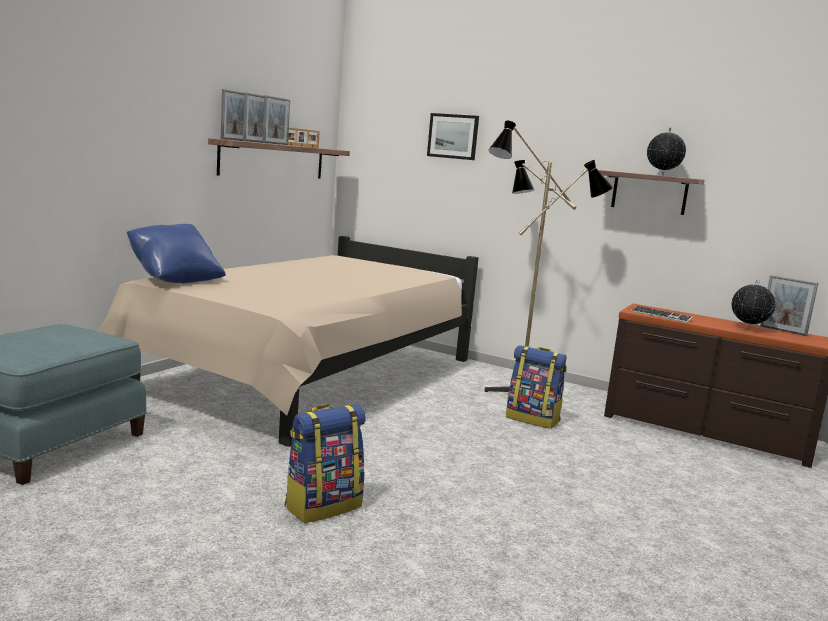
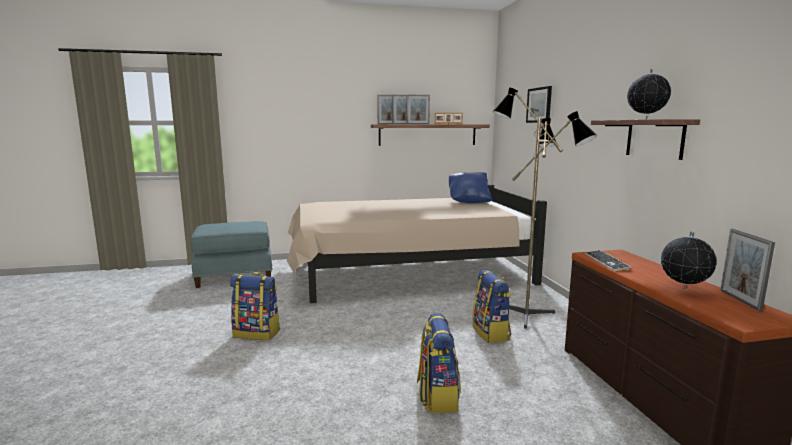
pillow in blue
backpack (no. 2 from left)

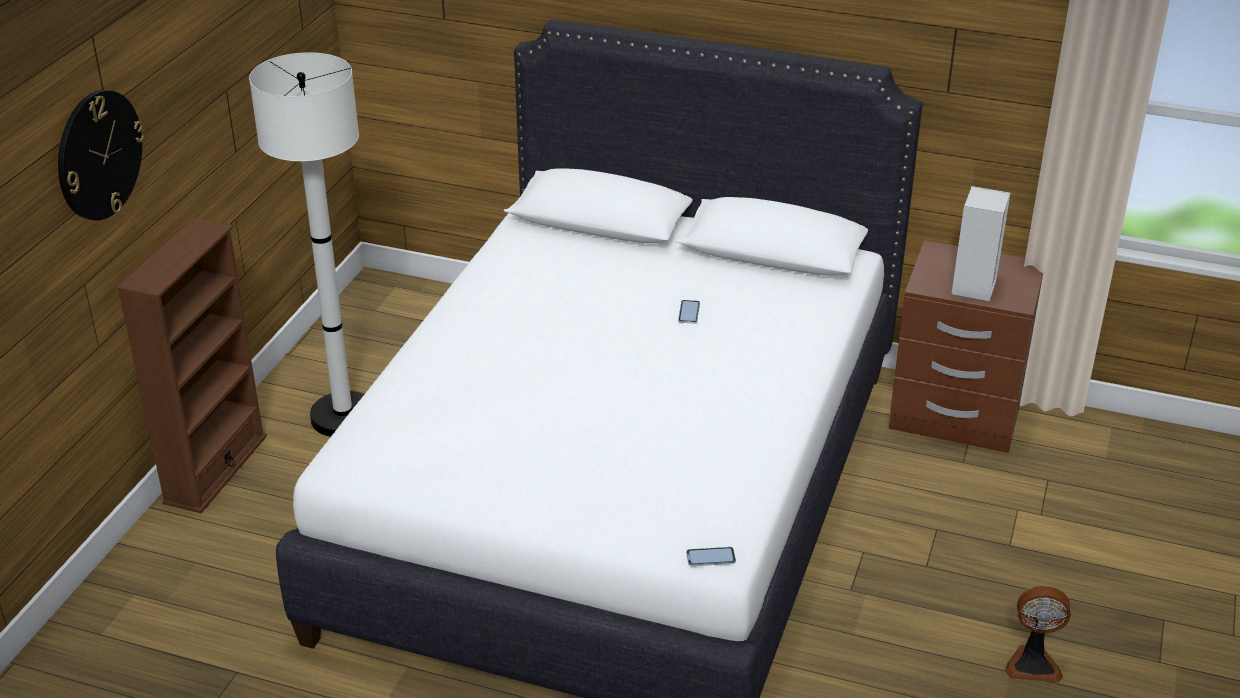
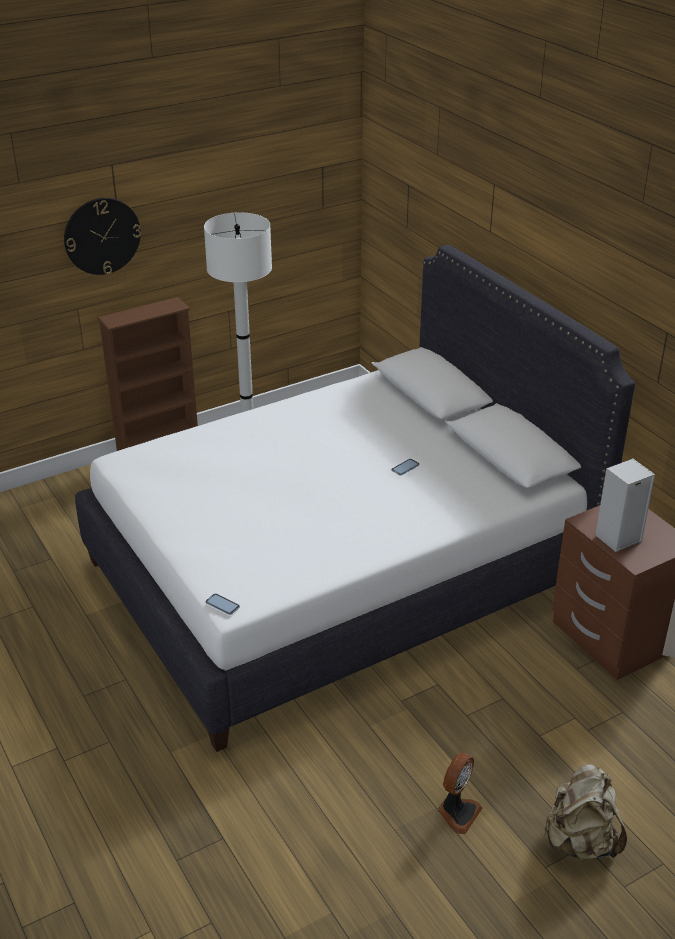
fan
backpack in beige

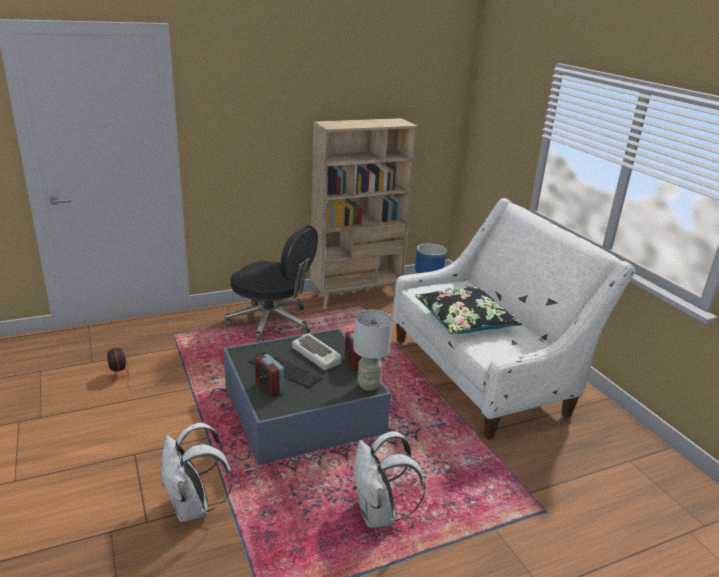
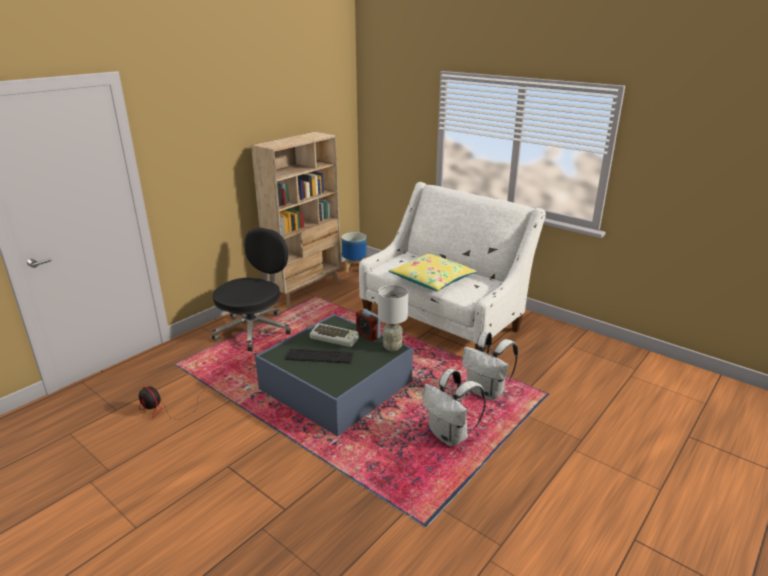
office chair in black
pillow in yellow
alarm clock (no. 1 from left in the first image)
backpack in white (no. 2 from left)

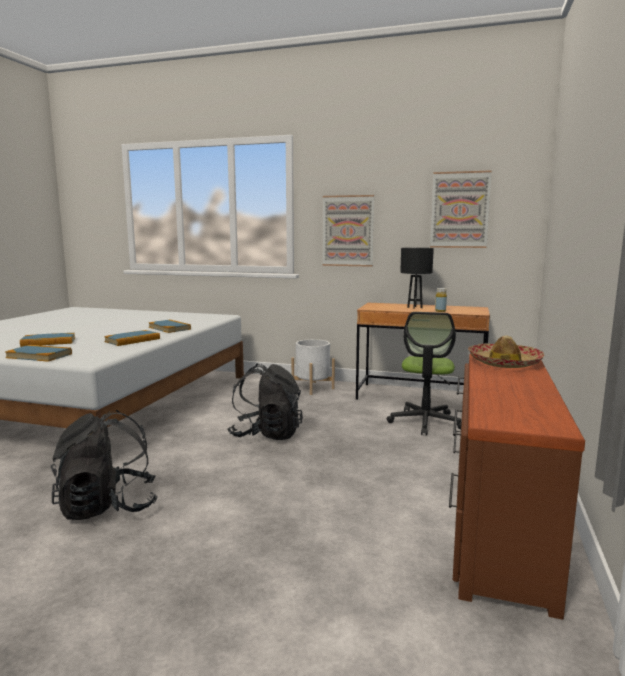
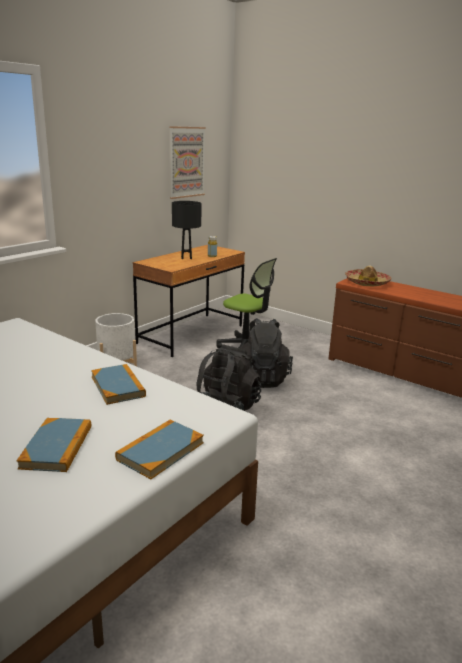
picture (no. 1 from left in the first image)
book (no. 4 from left in the first image)
backpack in black (no. 2 from left)

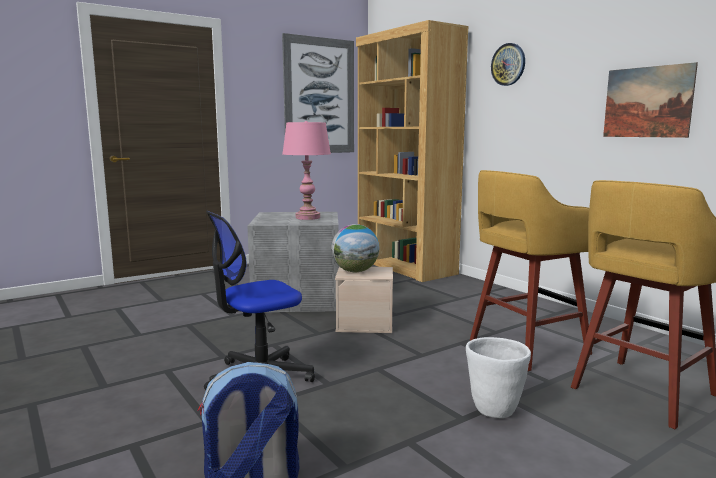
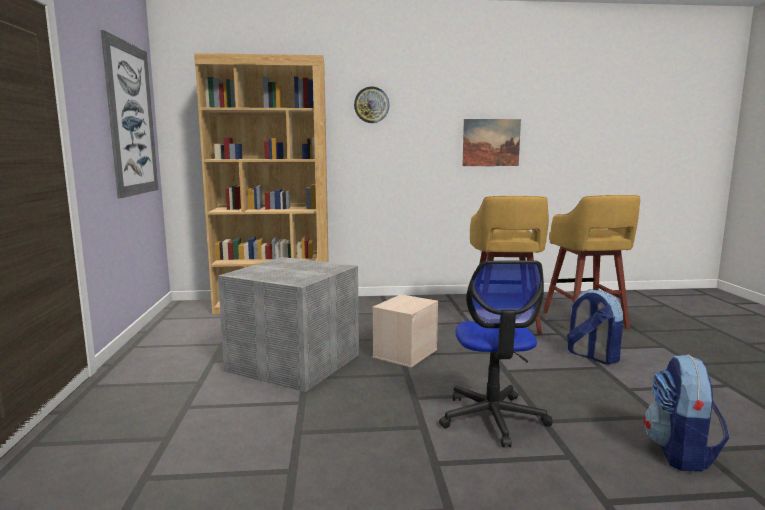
table lamp in pink
globe
backpack (no. 1 from left)

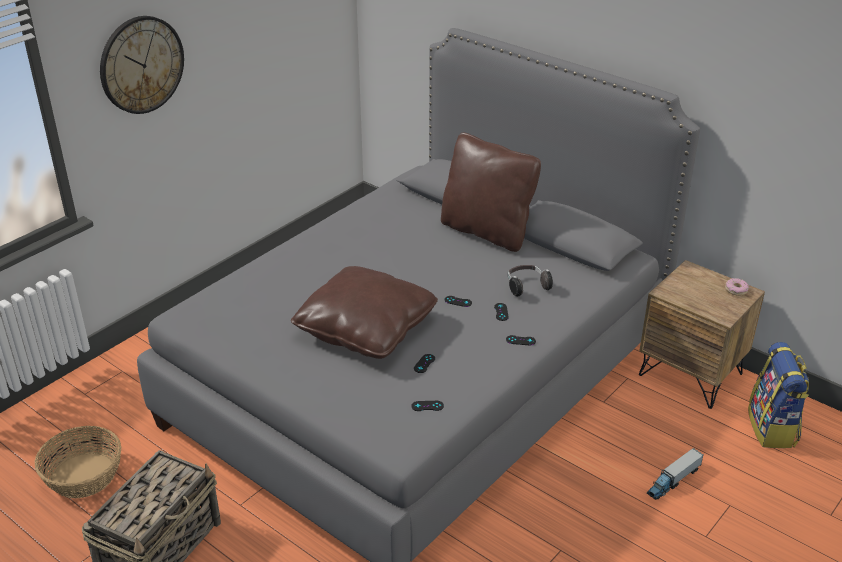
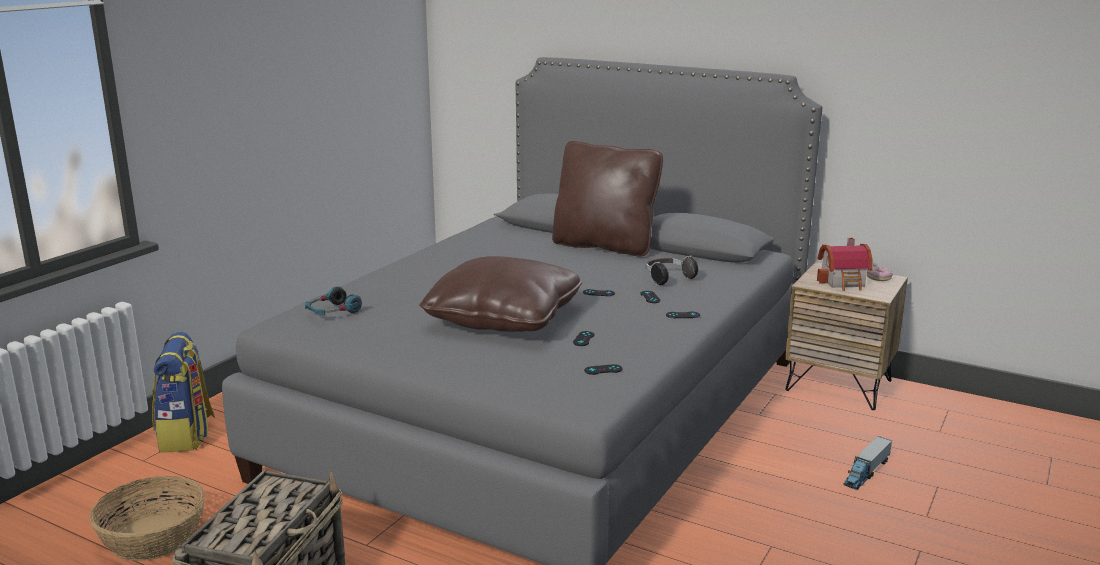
wall clock
backpack
toy house
headphones (no. 1 from left)

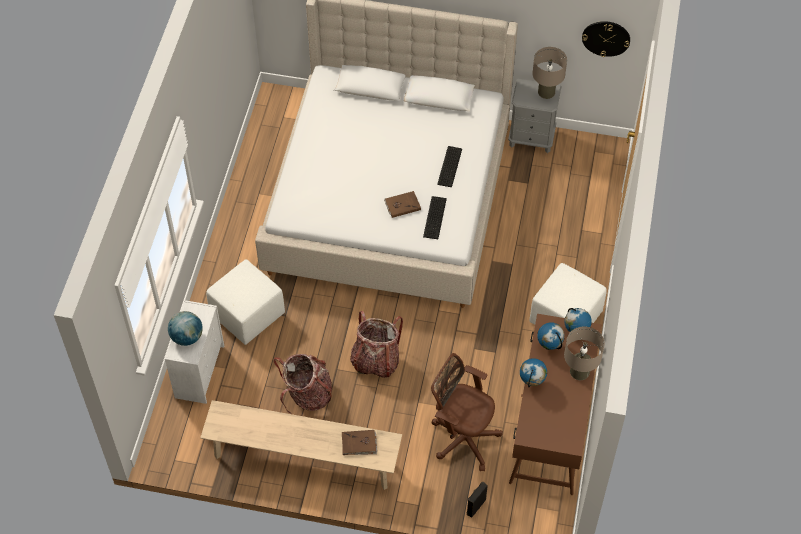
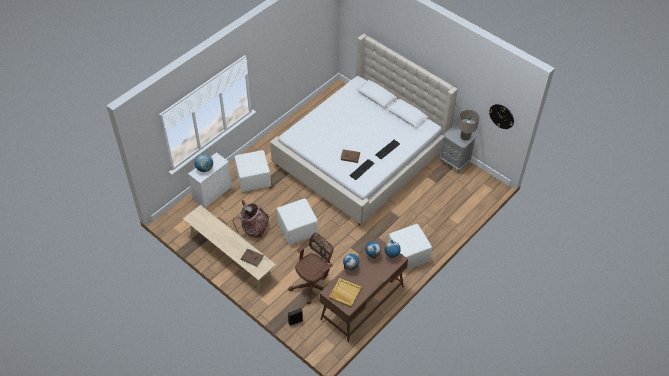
ottoman in white (no. 2 from left)
table lamp in beige (no. 2 from left in the first image)
office chair in brown
tray in beige

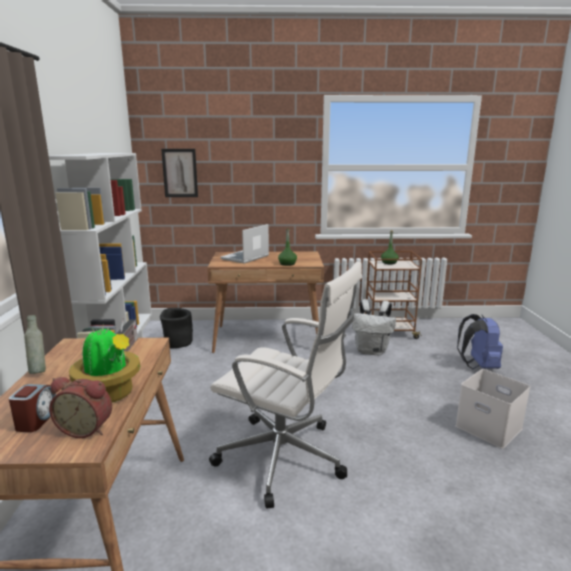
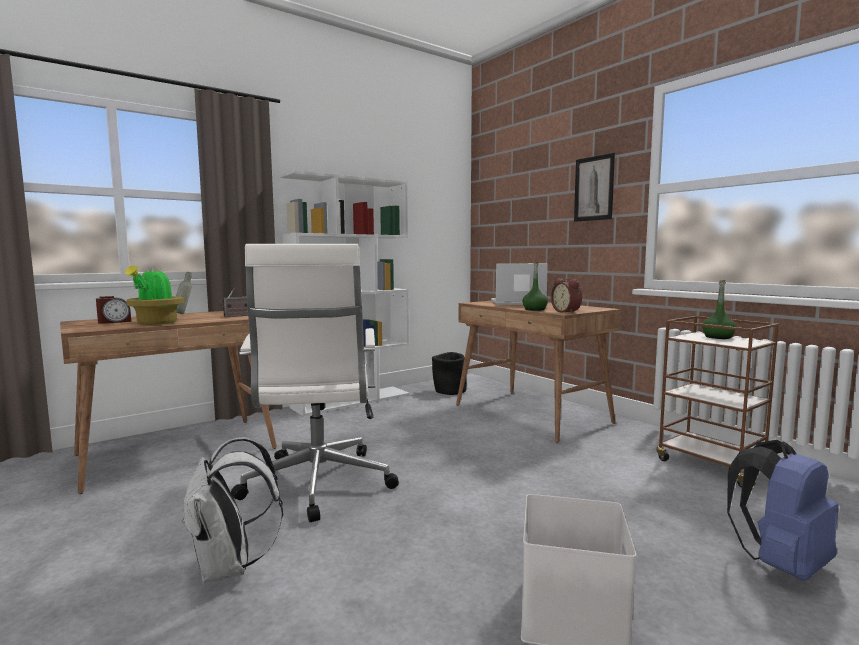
picture
backpack in white
alarm clock (no. 2 from left)

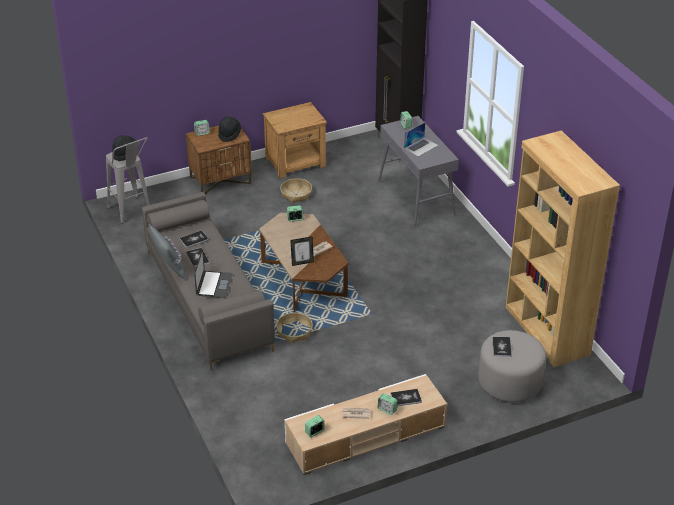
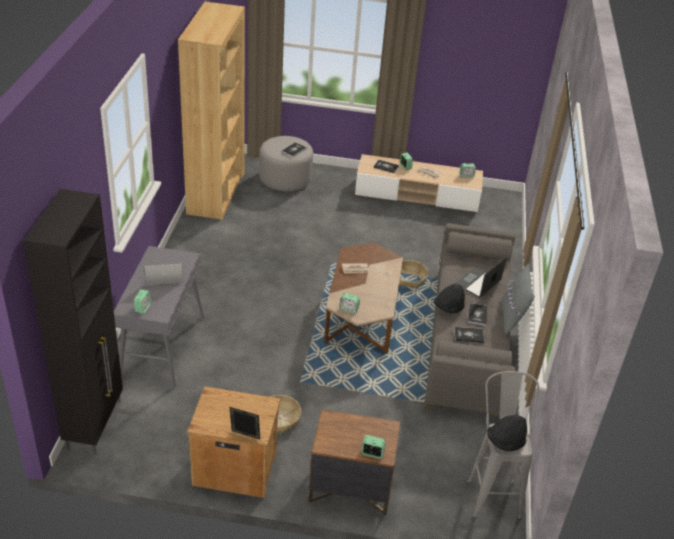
hat in black (no. 1 from left)
picture frame

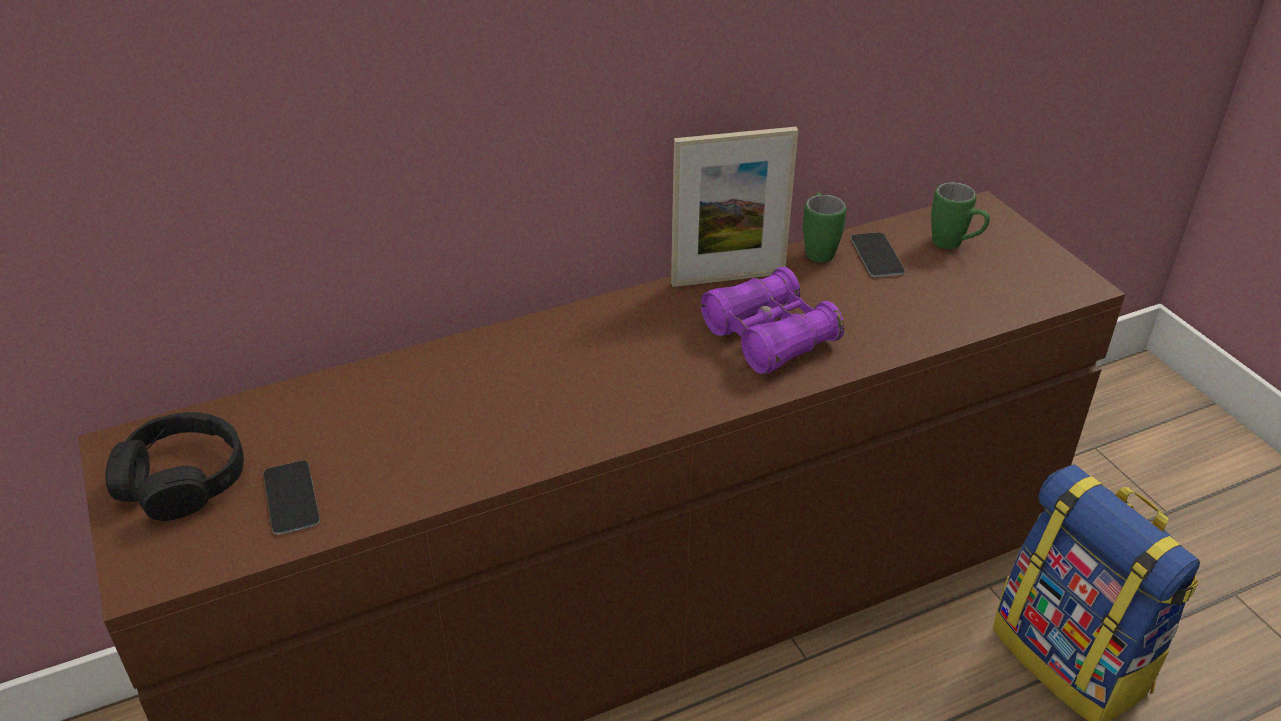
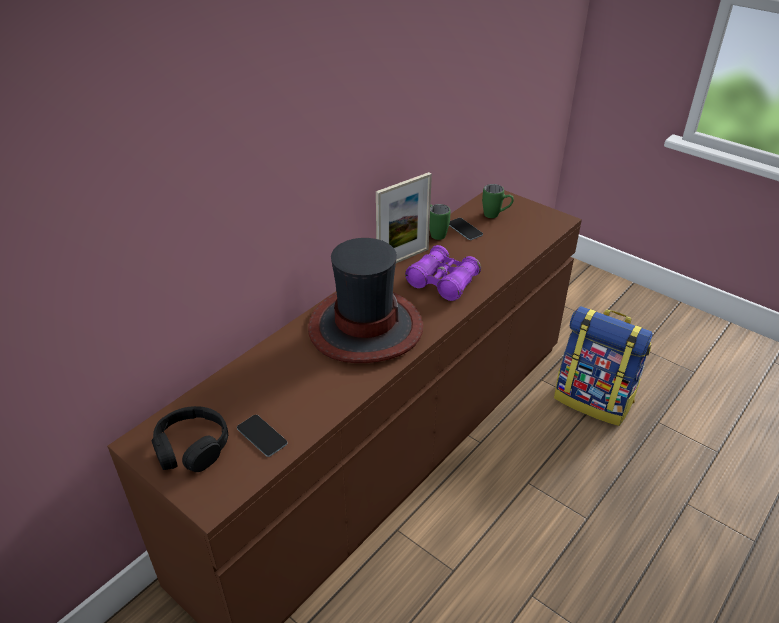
hat

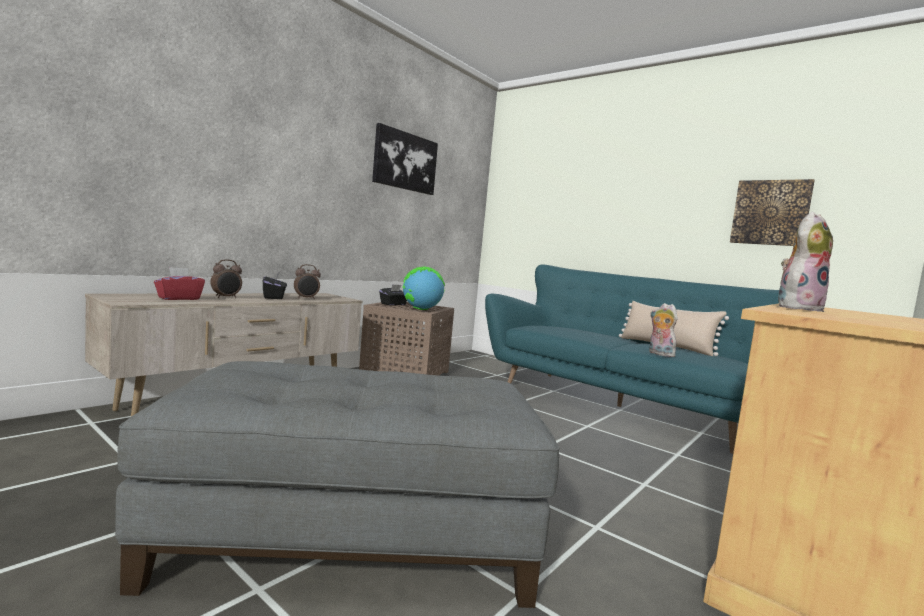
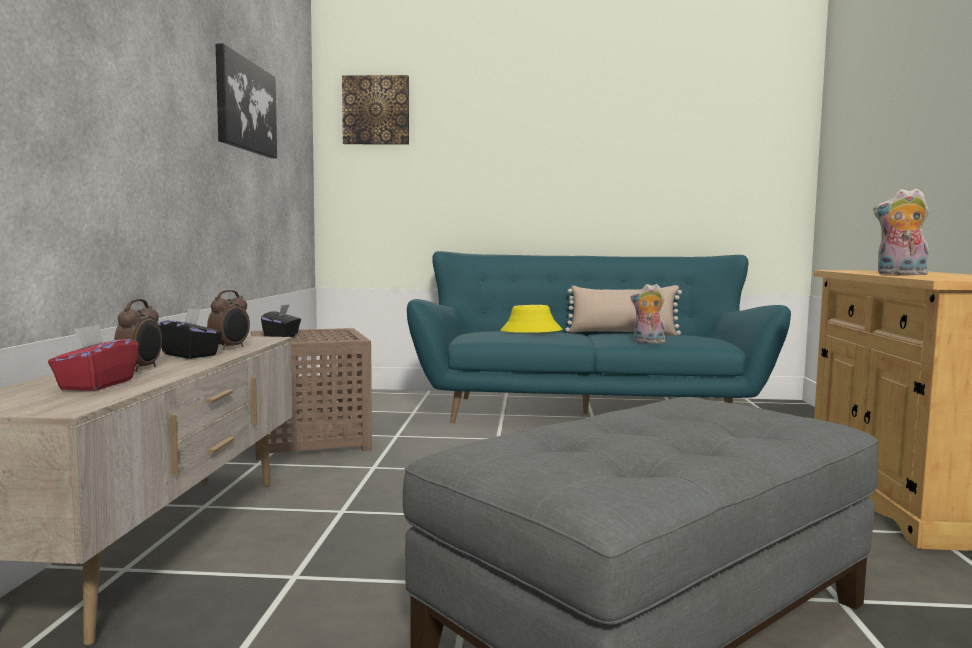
picture (no. 2 from left)
plush toy (no. 2 from left)
globe
hat in yellow

